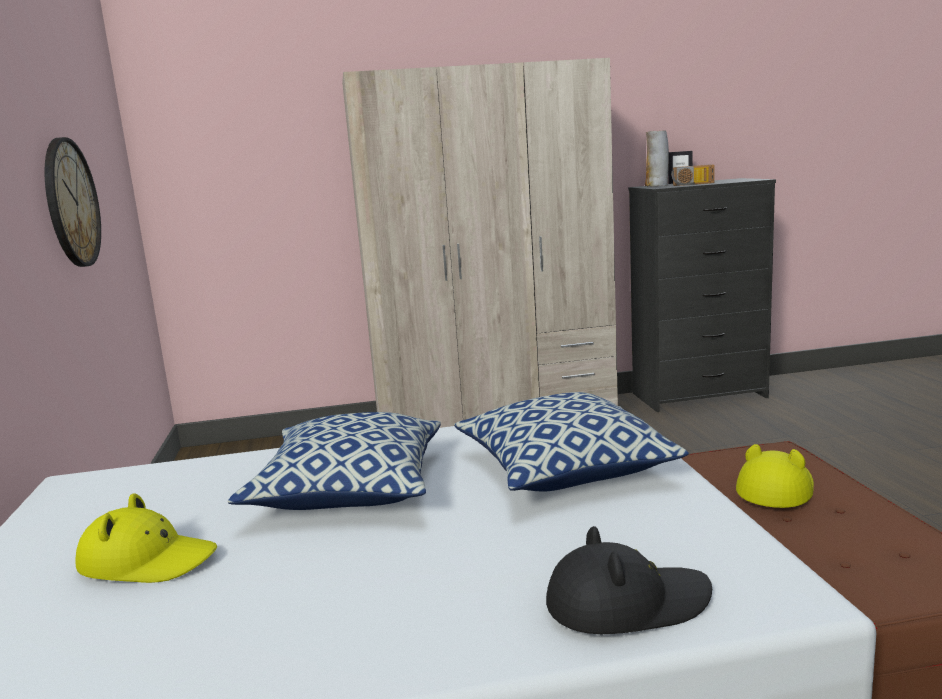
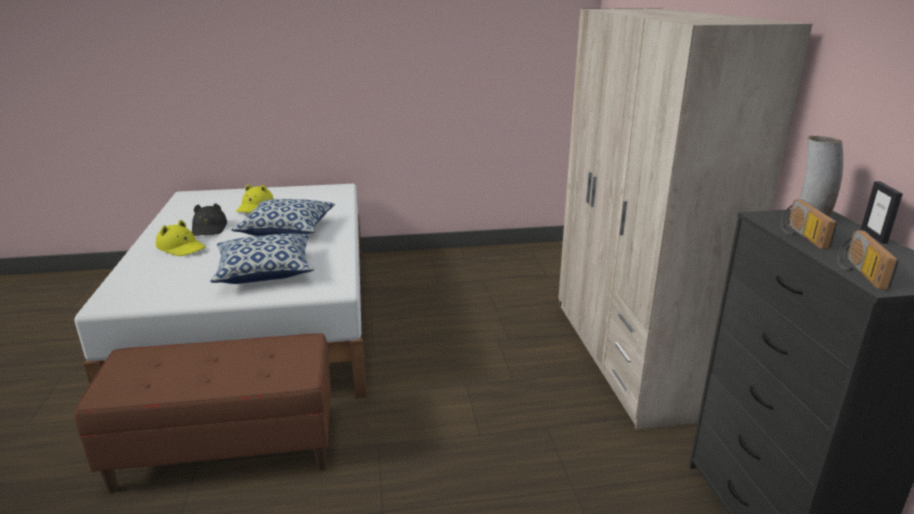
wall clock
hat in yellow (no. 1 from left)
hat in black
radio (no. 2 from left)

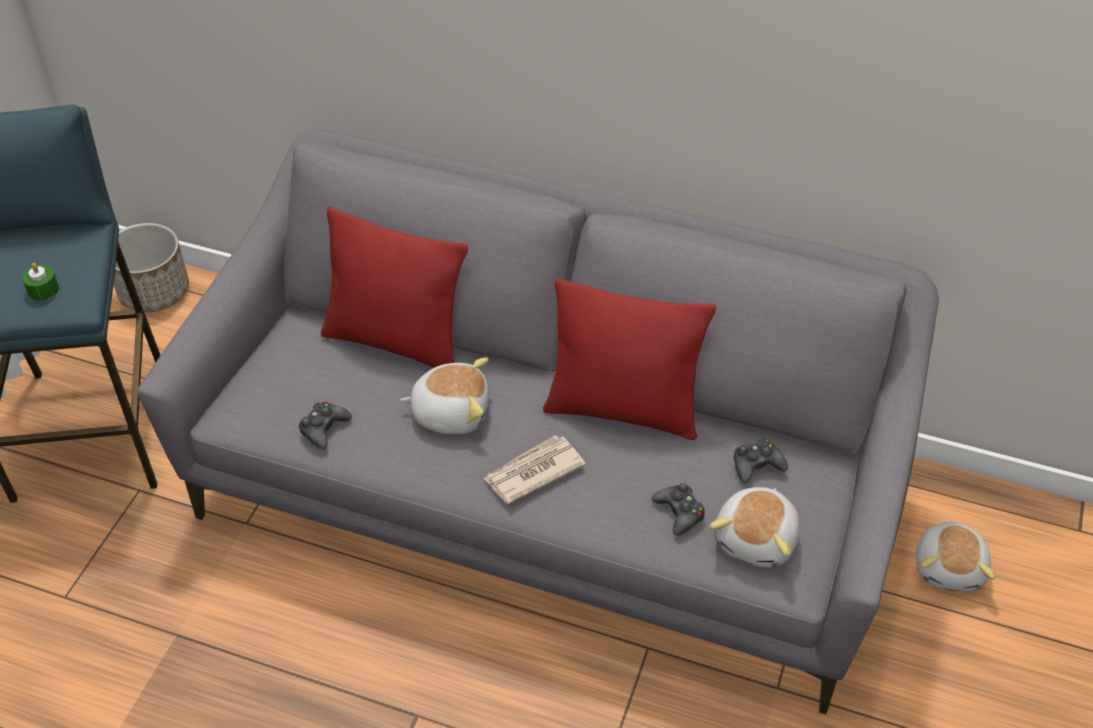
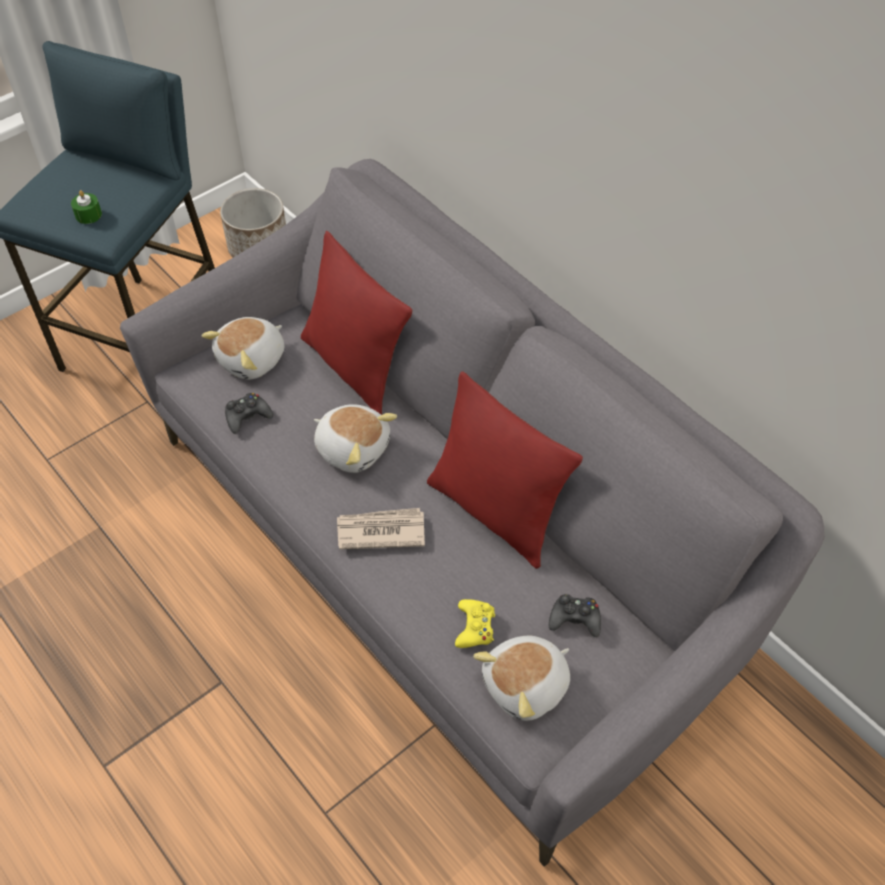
game controller in yellow
plush toy (no. 1 from left)

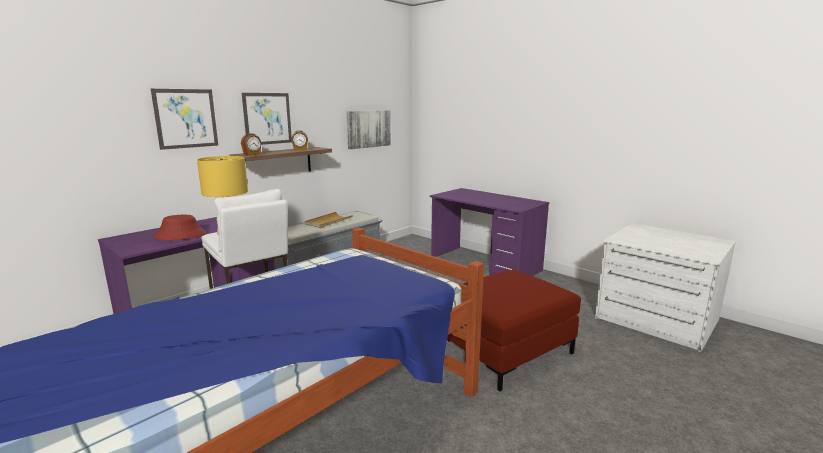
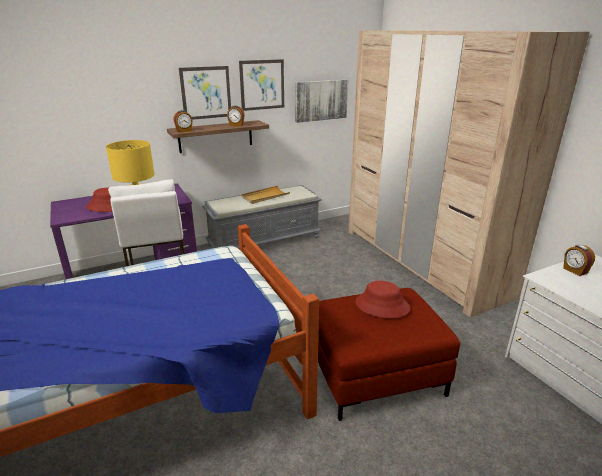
picture (no. 2 from left)
wardrobe in beige
alarm clock (no. 3 from left)
hat in red (no. 2 from left)

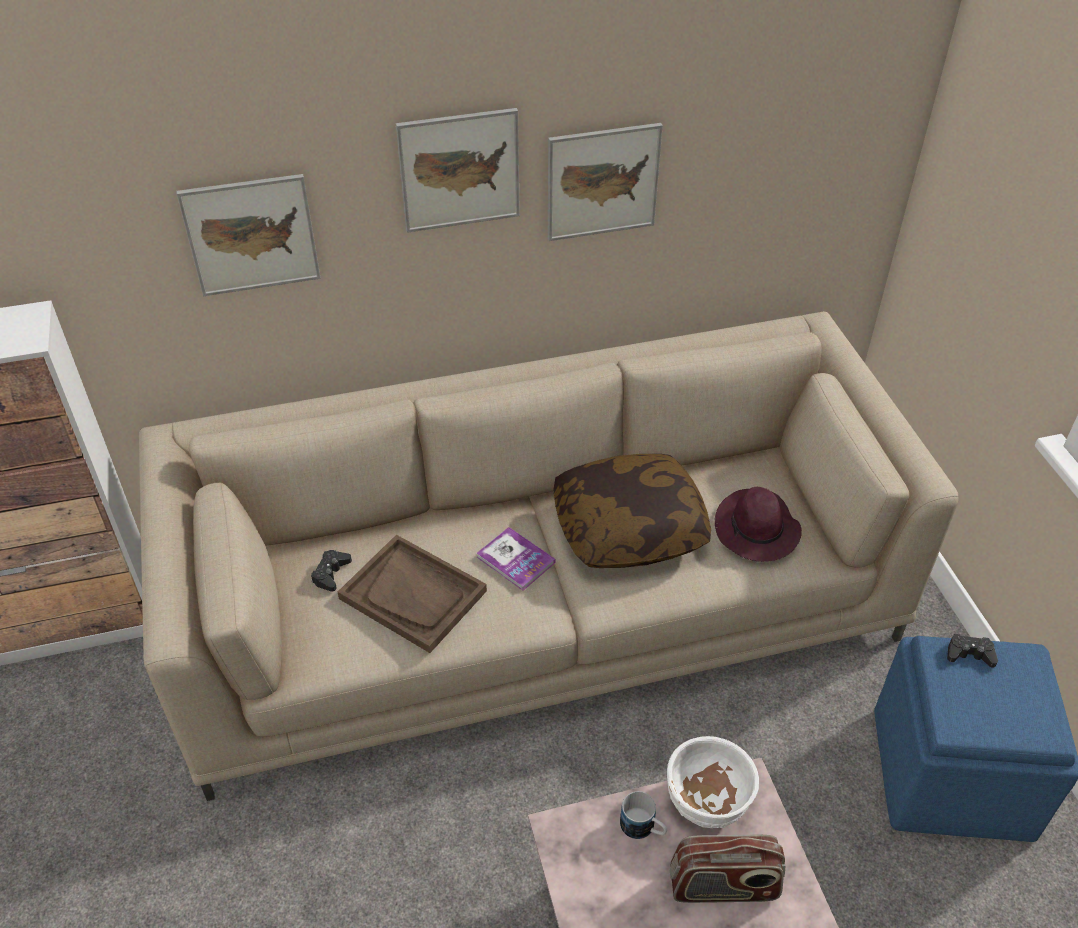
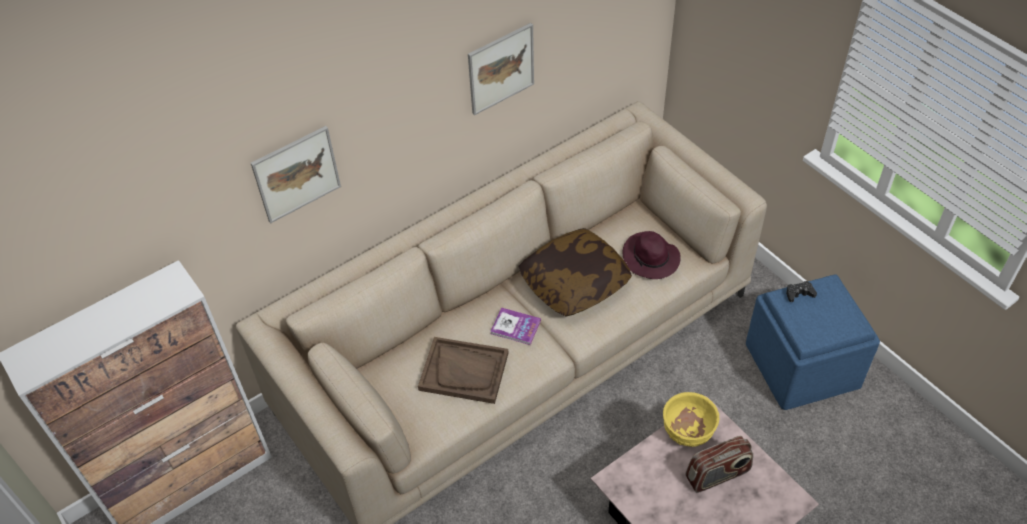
picture (no. 2 from left in the first image)
game controller in black (no. 1 from left in the first image)
bowl in yellow
mug

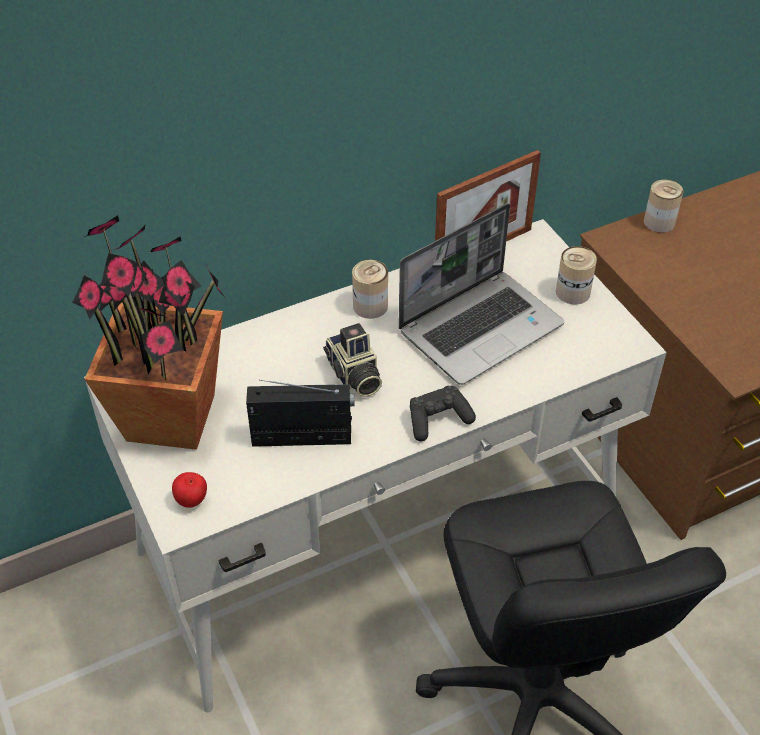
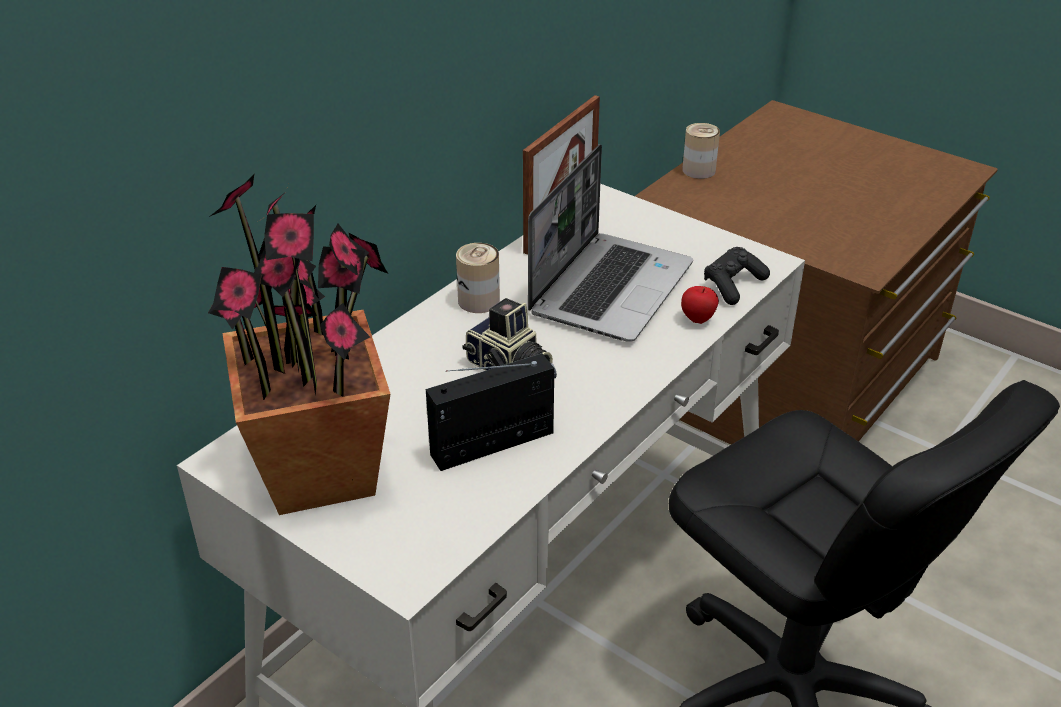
can (no. 2 from left in the first image)
game controller in black
apple

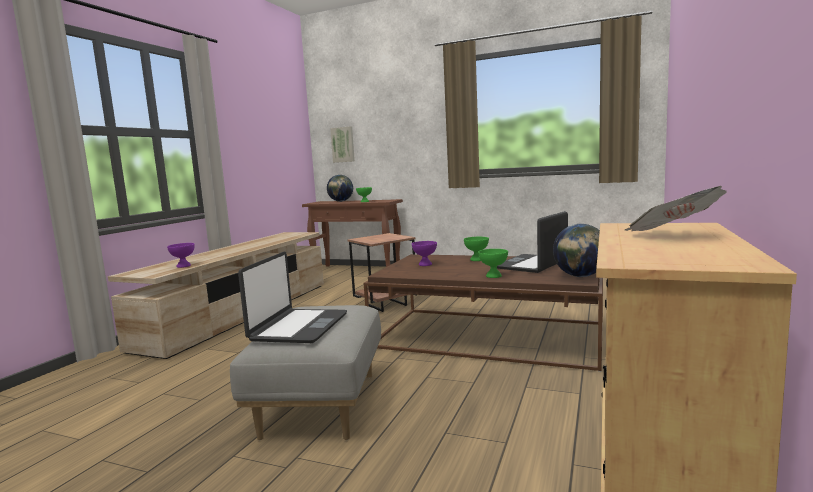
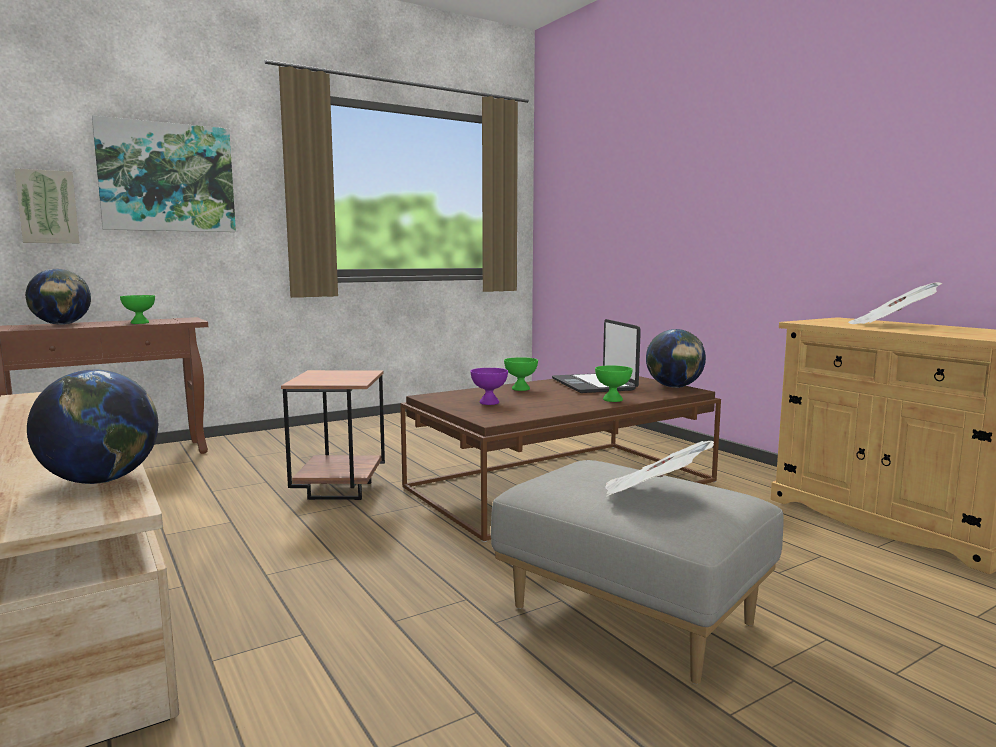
globe (no. 2 from left)
newspaper (no. 1 from left)
picture (no. 2 from left)

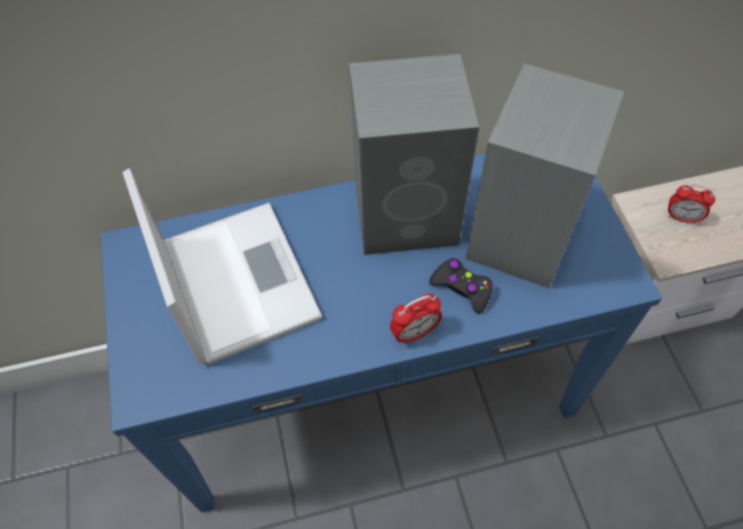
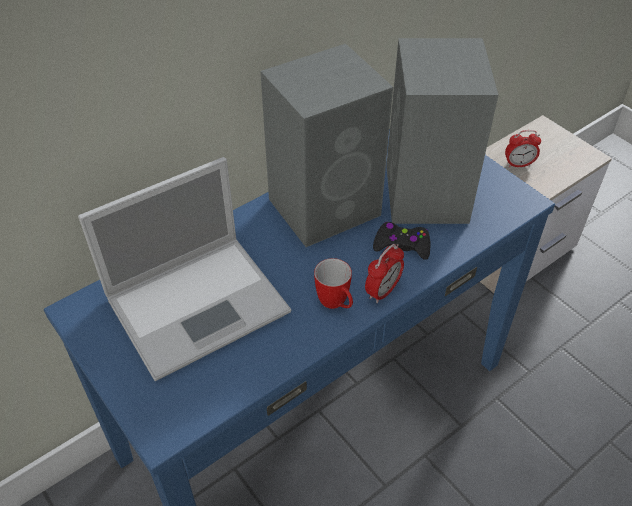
laptop
mug

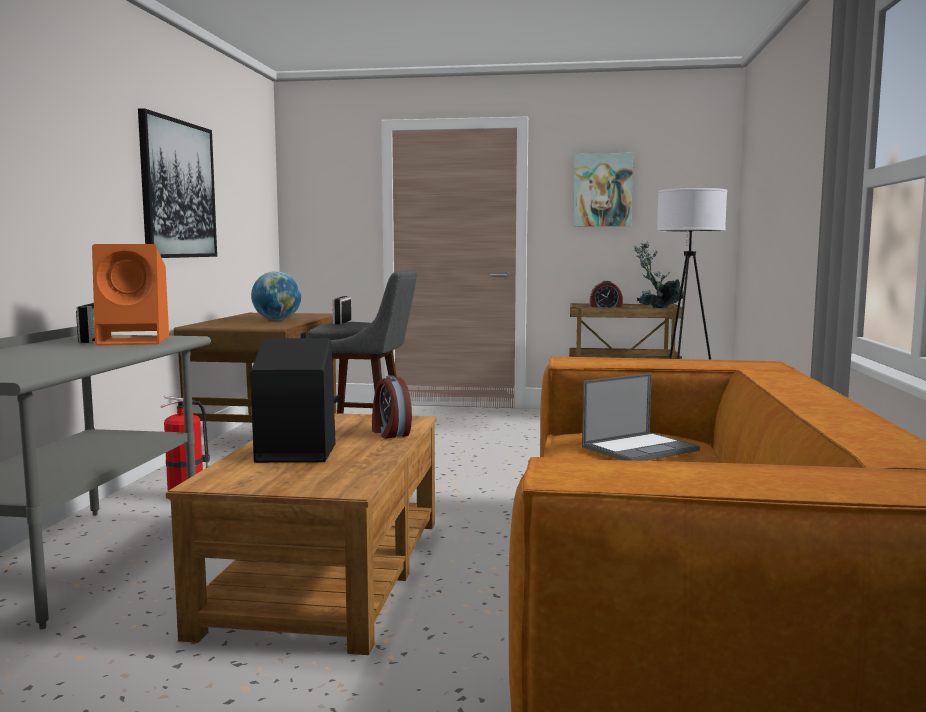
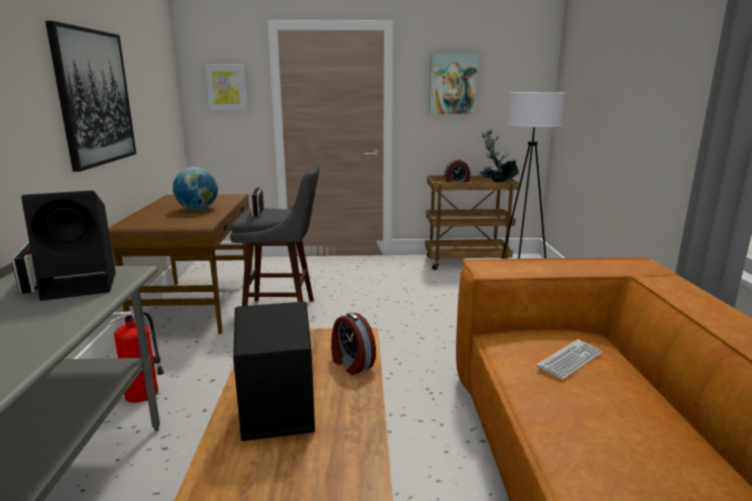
speaker in black (no. 1 from left)
keyboard
picture (no. 2 from left)

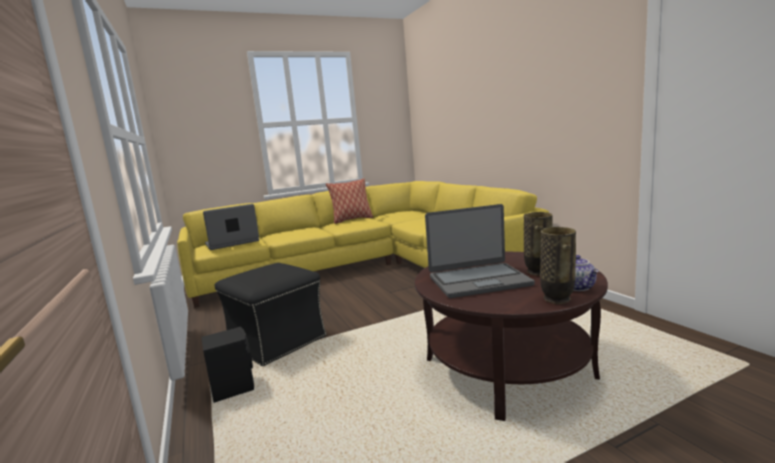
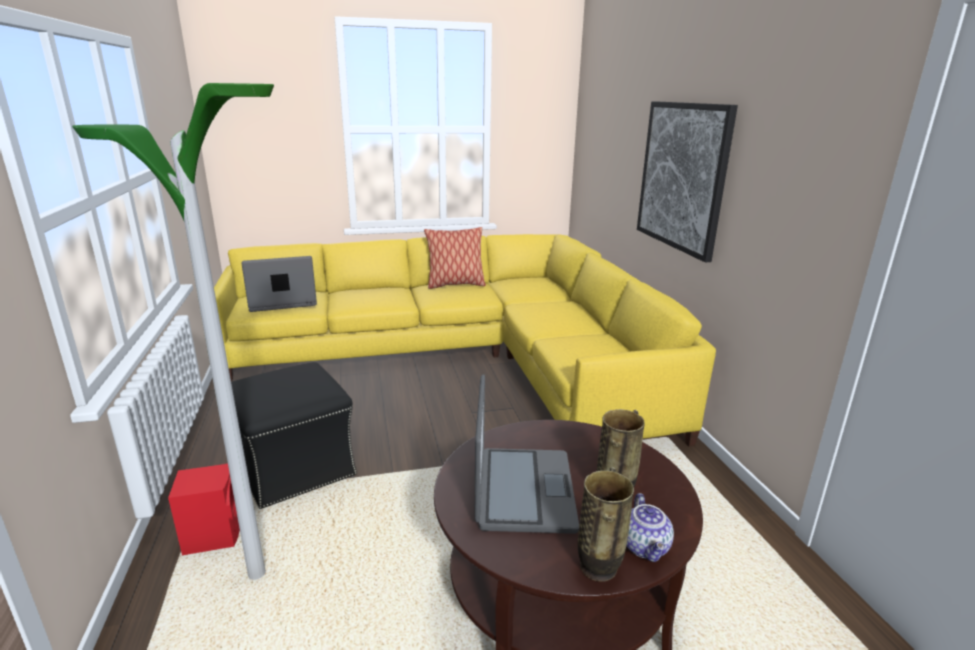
laptop (no. 2 from left)
speaker in red
floor lamp
picture

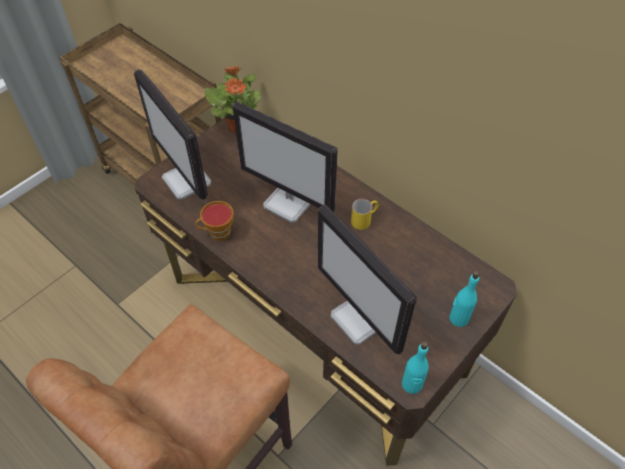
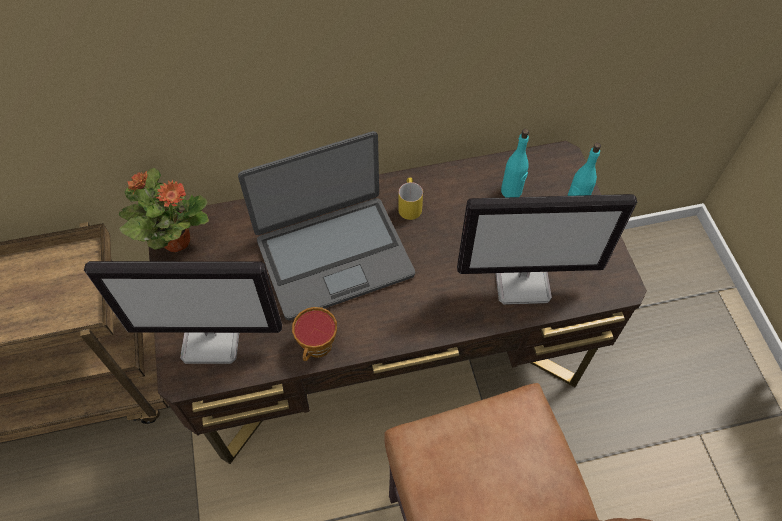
laptop
bottle in turquoise (no. 1 from left)

